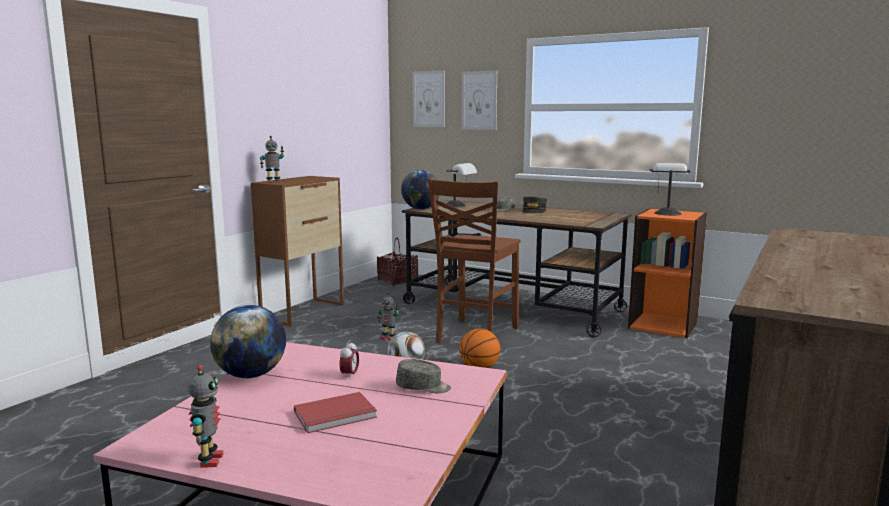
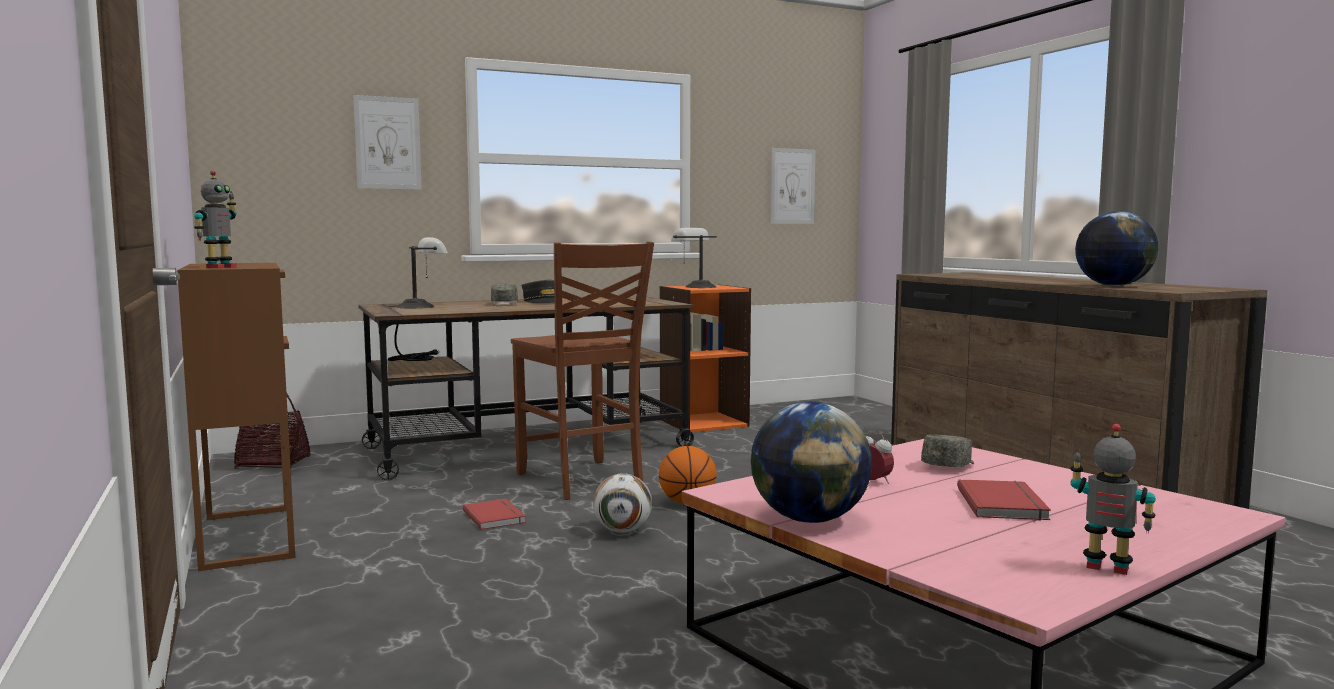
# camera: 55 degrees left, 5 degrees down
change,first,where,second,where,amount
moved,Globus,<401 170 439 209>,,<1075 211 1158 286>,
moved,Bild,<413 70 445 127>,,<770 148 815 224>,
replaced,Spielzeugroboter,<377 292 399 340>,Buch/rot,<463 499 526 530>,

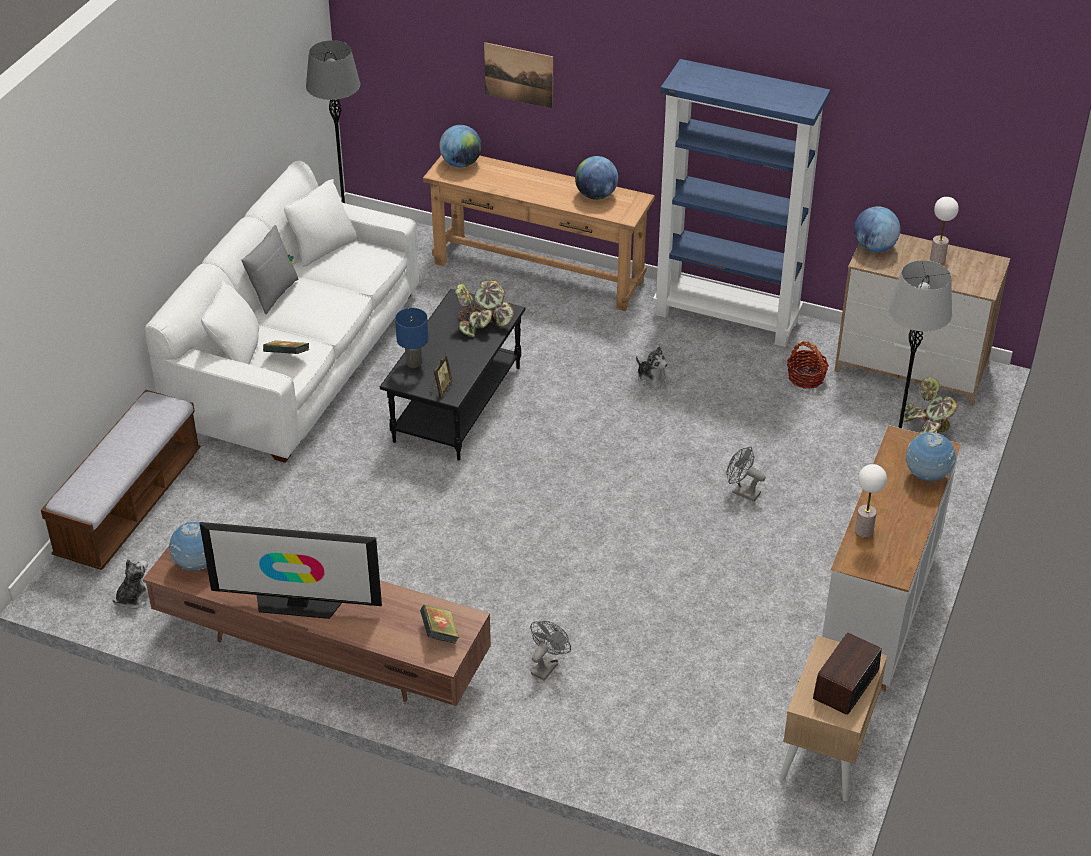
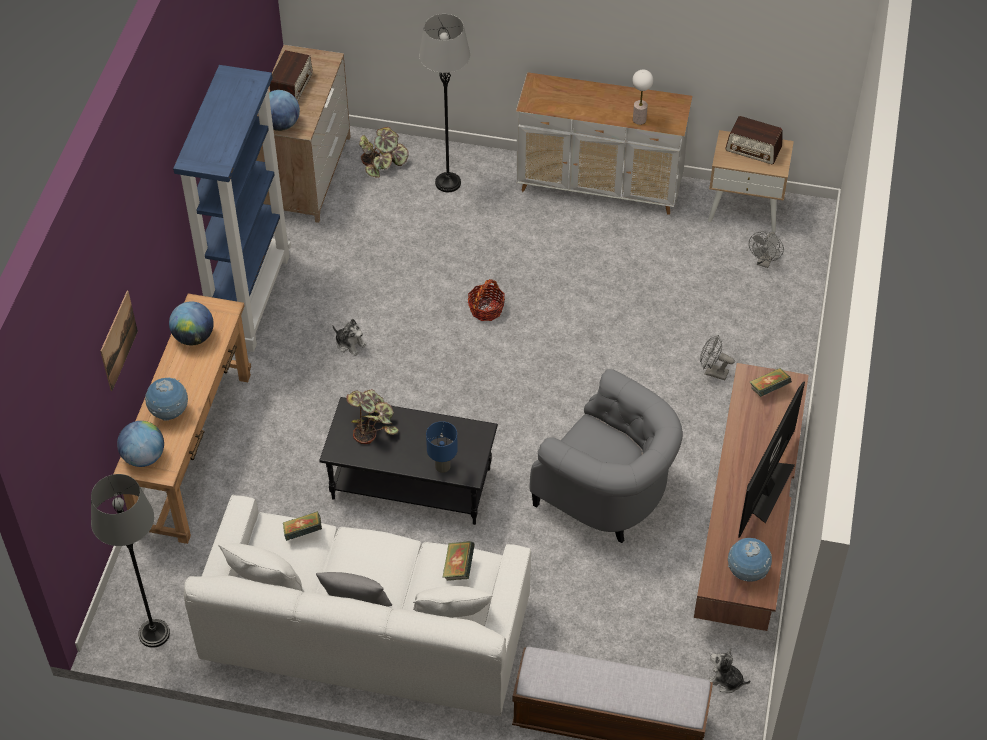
# camera: 100 degrees left, 10 degrees up
change,first,where,second,where,amount
removed,Bilderrahmen,<430 354 453 398>,,,
added,,,Buch,<283 511 322 541>,
added,,,Sessel/grau,<530 369 683 543>,
moved,Ventilator/grau,<726 447 766 502>,,<749 231 784 268>,
moved,Korb,<787 341 829 389>,,<467 279 505 321>,
moved,Globus,<906 432 956 481>,,<145 377 188 421>,
replaced,Tischlampe,<930 197 959 264>,Radio,<270 50 313 101>,
turned,Fernseher,<199 522 382 619>,,<738 381 805 538>,150 degrees counterclockwise
turned,Plüschtier,<636 346 670 390>,,<333 319 367 356>,90 degrees clockwise

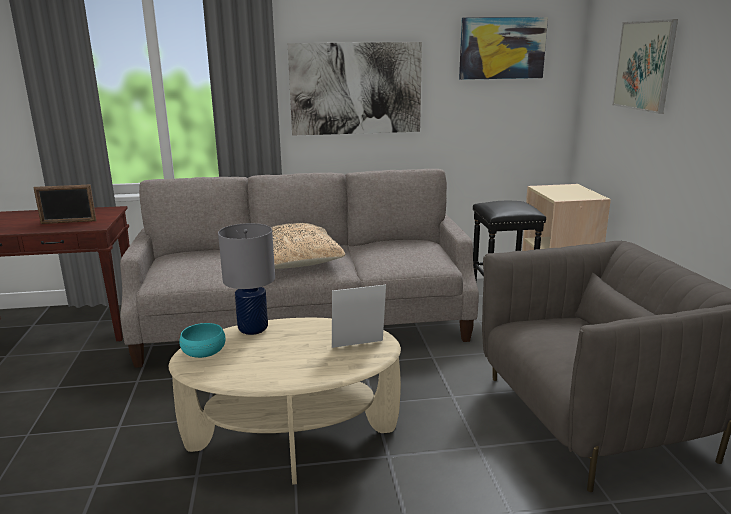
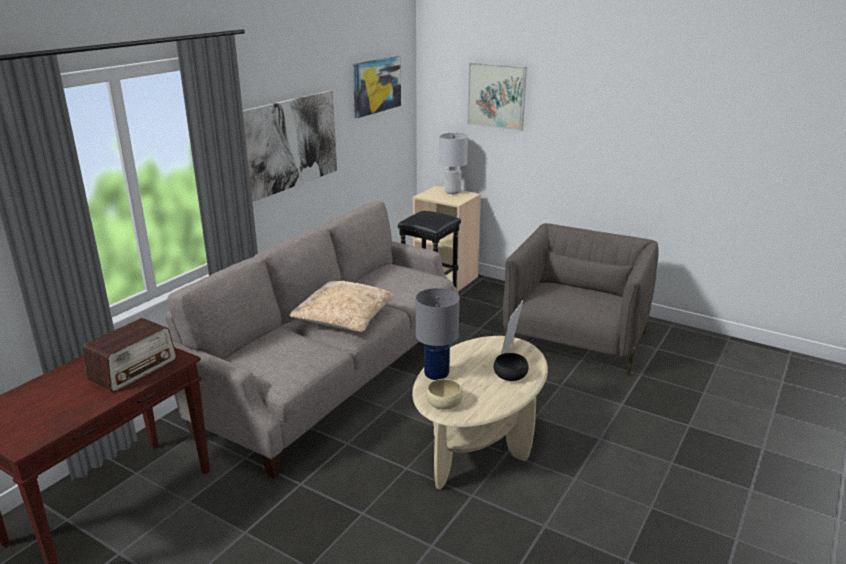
# camera: 50 degrees left, 5 degrees up
change,first,where,second,where,amount
added,,,Tischlampe/grau,<439 133 468 194>,
added,,,Schüssel/schwarz,<494 353 528 381>,
replaced,Bilderrahmen,<33 185 96 224>,Radio,<83 318 176 392>,
recoloured,Schüssel/türkis,<179 323 226 358>,Schüssel/beige,<426 379 463 410>,

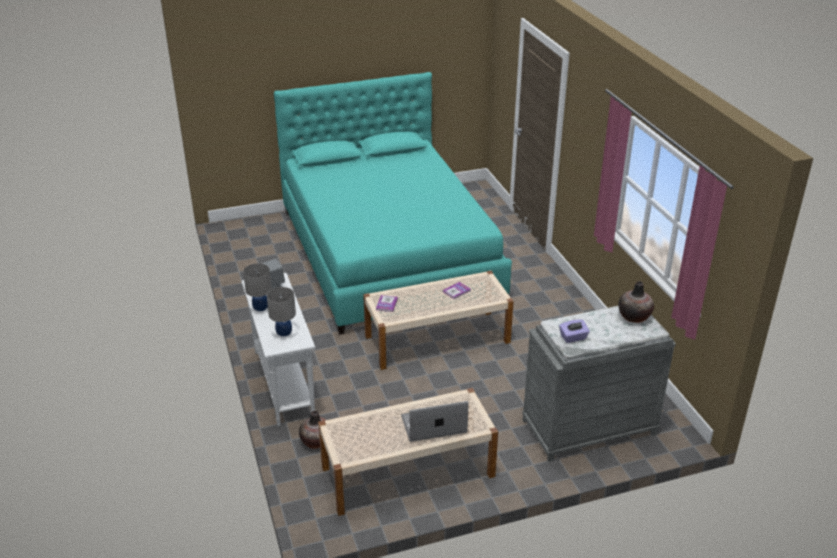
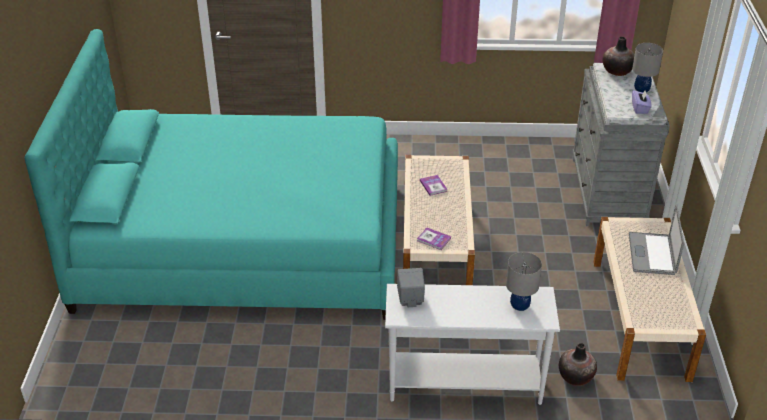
# camera: 70 degrees left, 5 degrees up
change,first,where,second,where,amount
moved,Tischlampe/grau,<243 263 272 311>,,<632 43 663 92>,

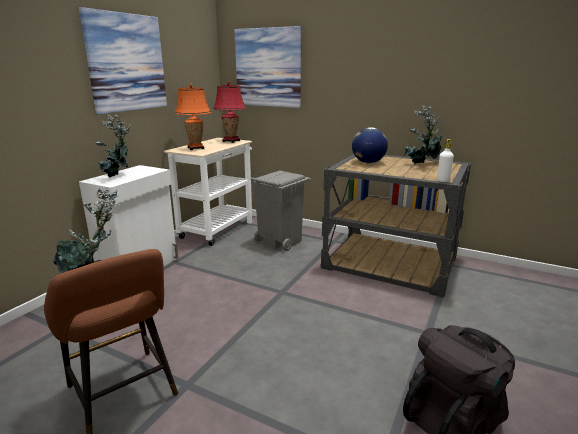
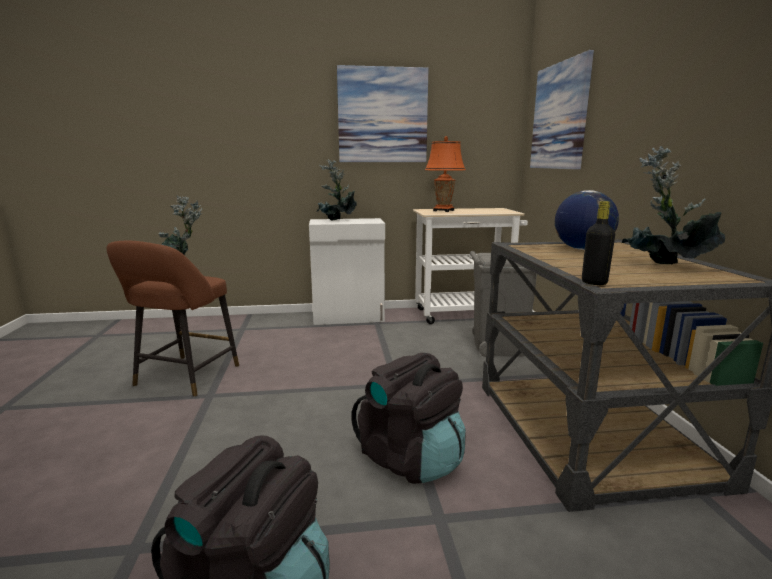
# camera: 55 degrees right, 5 degrees down
change,first,where,second,where,amount
removed,Tischlampe/rot,<213 81 246 143>,,,
added,,,Rucksack/schwarz,<351 353 466 484>,
recoloured,Flasche/weiß,<437 139 454 182>,Flasche/schwarz,<582 201 615 285>,

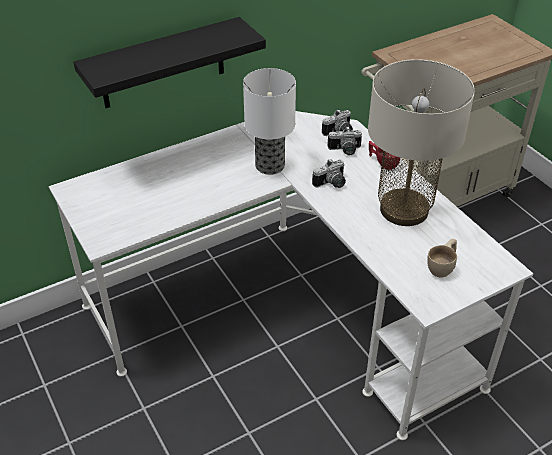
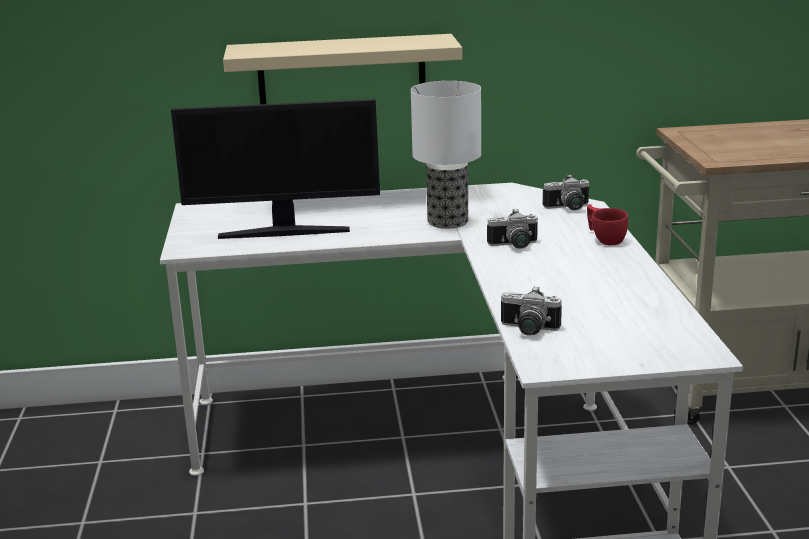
# camera: 25 degrees right, 20 degrees down
change,first,where,second,where,amount
removed,Tischlampe,<368 59 475 226>,,,
removed,Tasse/beige,<427 239 457 278>,,,
added,,,Monitor,<171 99 380 239>,
moved,Kamera,<327 126 362 155>,,<501 286 562 336>,
recoloured,Wandregal/schwarz,<73 17 266 108>,Wandregal/beige,<223 34 462 104>,

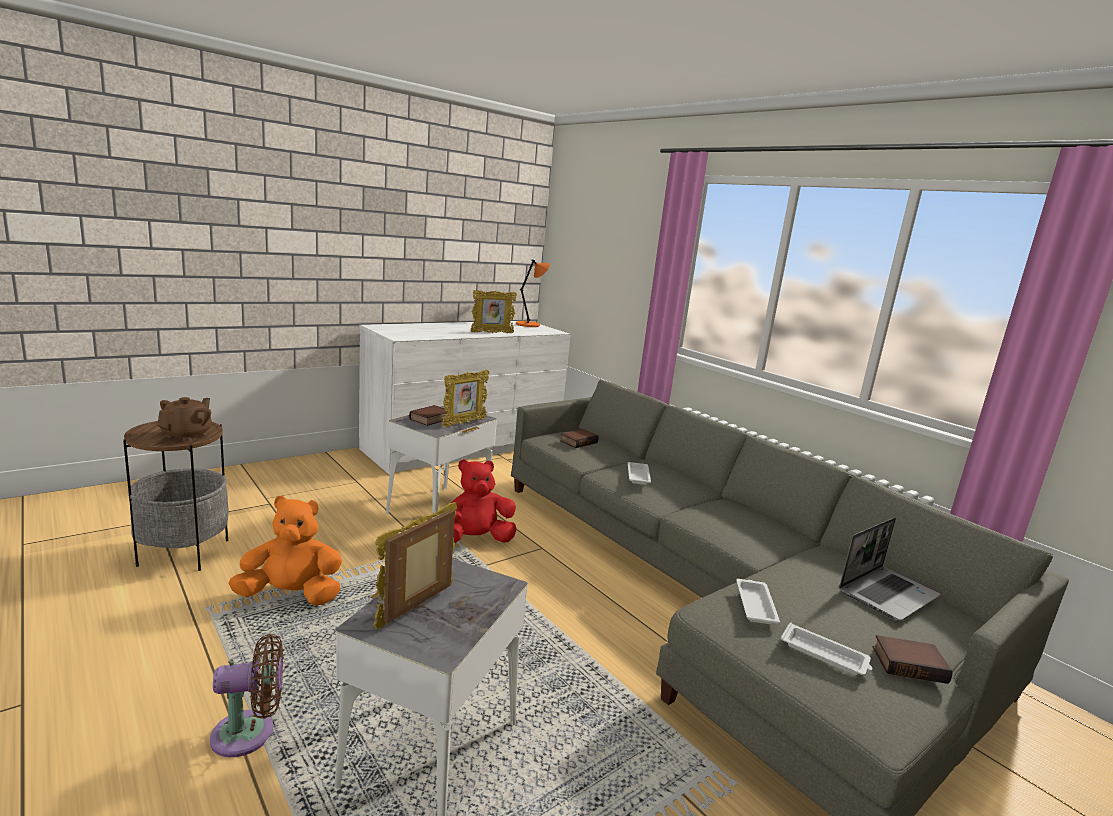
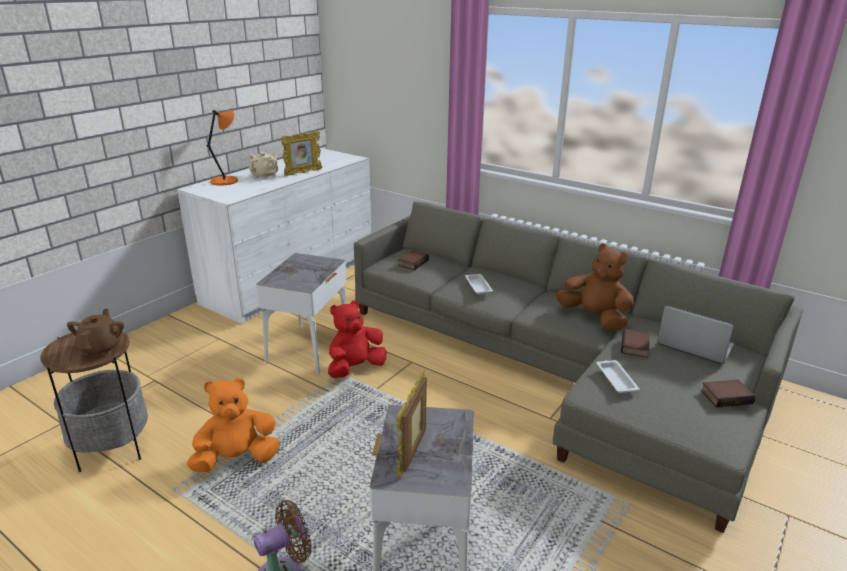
# camera: 15 degrees left, 10 degrees up
change,first,where,second,where,amount
removed,Bilderrahmen,<442 370 490 427>,,,
removed,Tablett/weiß,<781 623 873 675>,,,
added,,,Teekanne/beige,<249 152 278 179>,
added,,,Plüschtier/braun,<556 244 634 330>,
moved,Buch,<409 405 445 426>,,<621 329 650 358>,
moved,Tischlampe/orange,<516 260 550 327>,,<206 110 238 185>,
turned,Laptop,<839 517 941 621>,,<657 305 734 364>,90 degrees counterclockwise

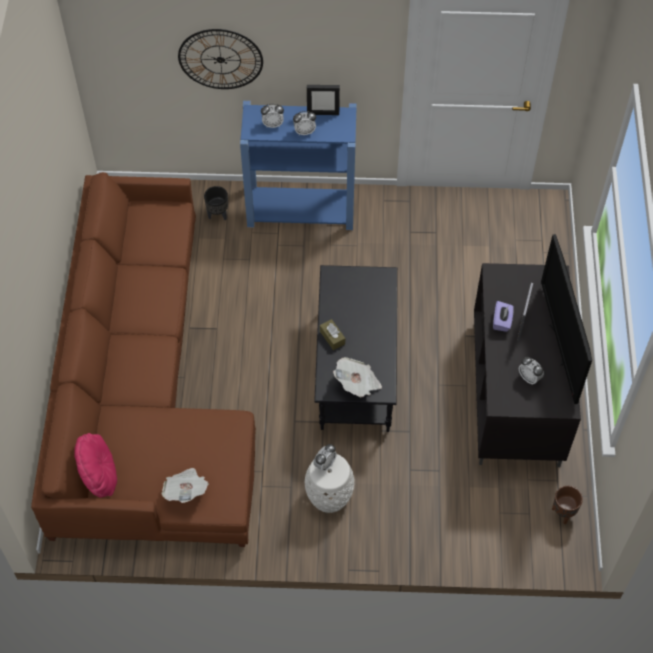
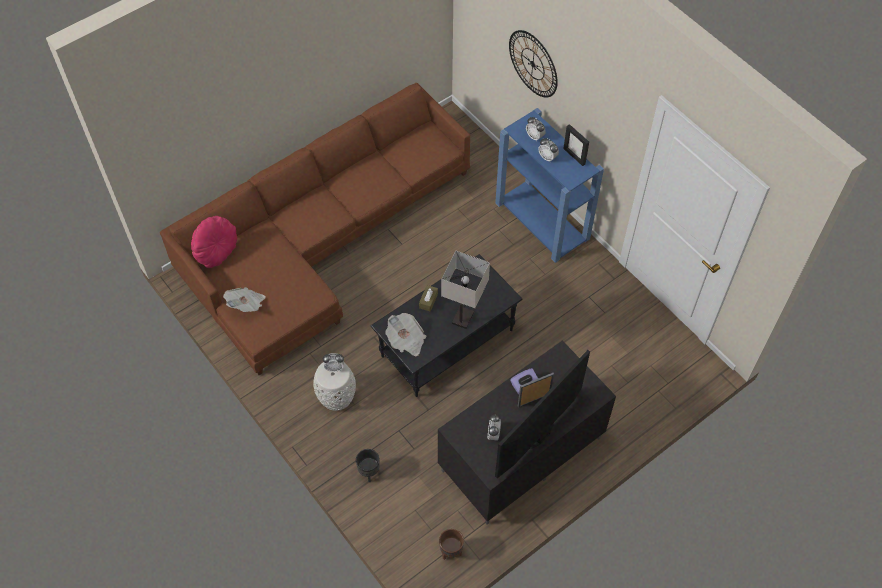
# camera: 50 degrees right, 0 degrees up
change,first,where,second,where,amount
added,,,Tischlampe,<441 251 490 329>,
moved,Pflanzkübel/schwarz,<204 186 228 221>,,<356 449 380 482>,

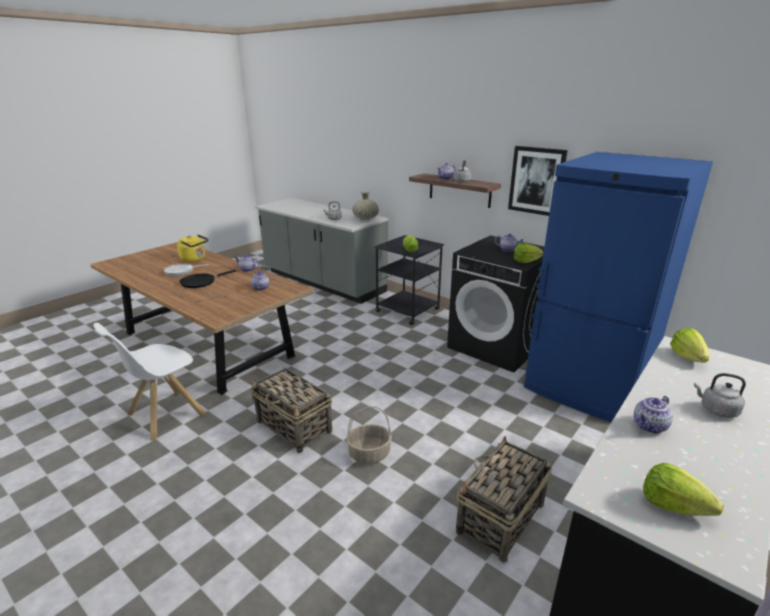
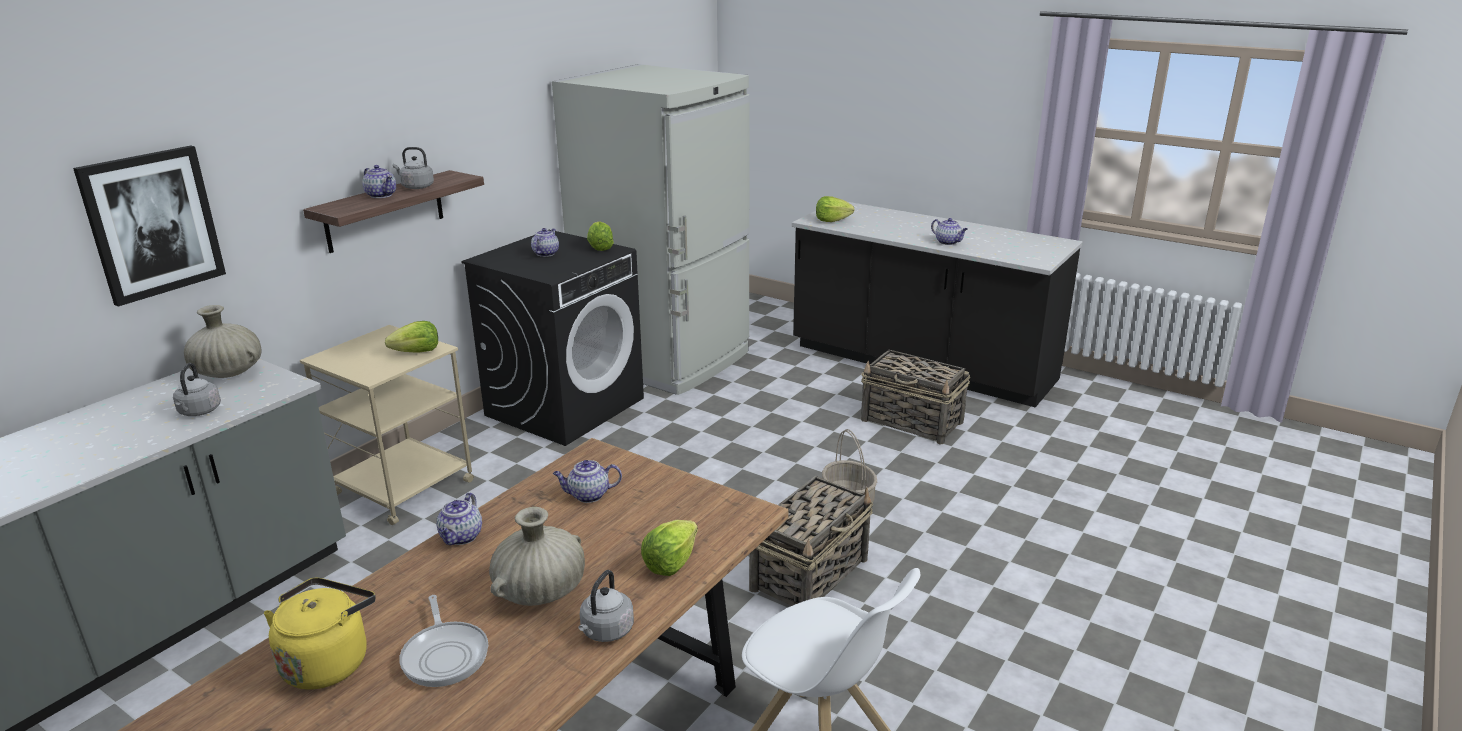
# camera: 95 degrees left, 0 degrees up
change,first,where,second,where,amount
moved,Bild,<508 146 568 216>,,<73 146 226 307>,
moved,Salatkopf,<643 463 724 516>,,<641 520 698 576>,
moved,Wasserkessel/grau,<694 373 746 418>,,<578 570 634 642>,
replaced,Pfanne/schwarz,<179 270 236 288>,Vase/beige,<489 507 585 606>,
recoloured,Rollwagen/schwarz,<374 235 444 325>,Rollwagen/beige,<300 325 474 525>,
recoloured,Kühlschrank/blau,<524 152 713 422>,Kühlschrank/weiß,<552 64 750 395>,

